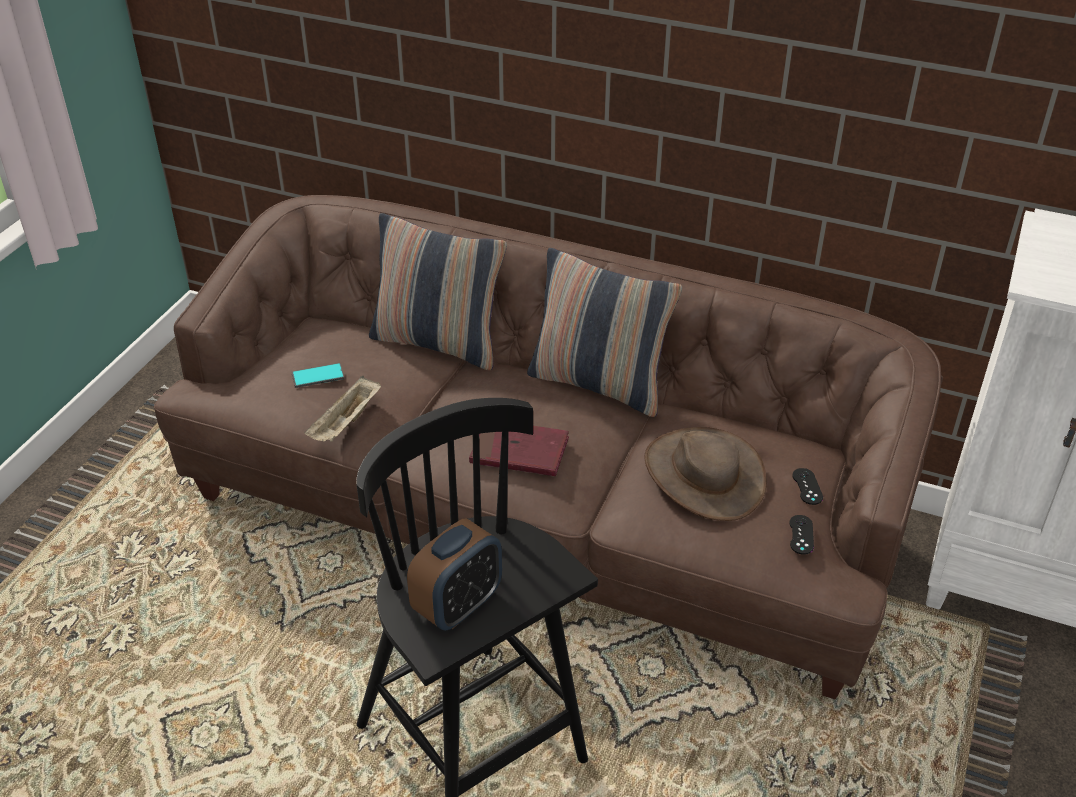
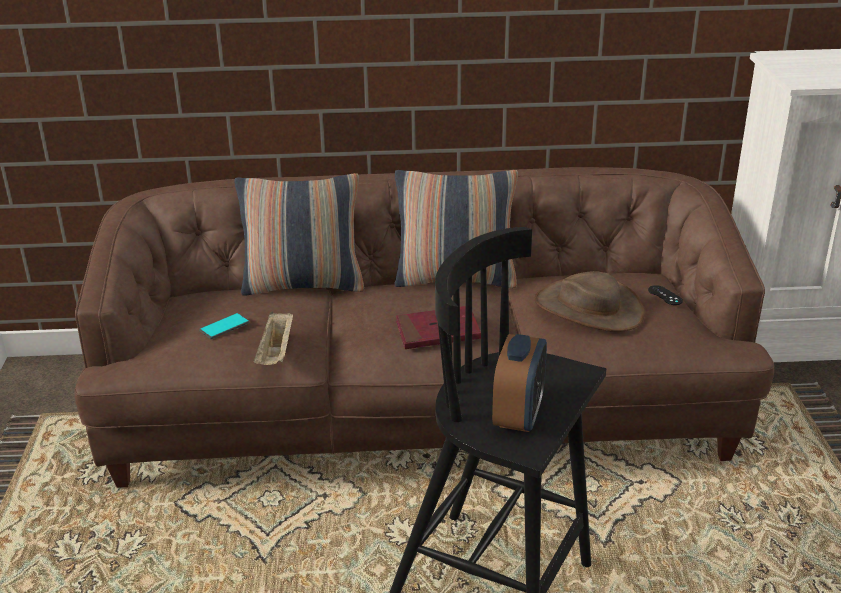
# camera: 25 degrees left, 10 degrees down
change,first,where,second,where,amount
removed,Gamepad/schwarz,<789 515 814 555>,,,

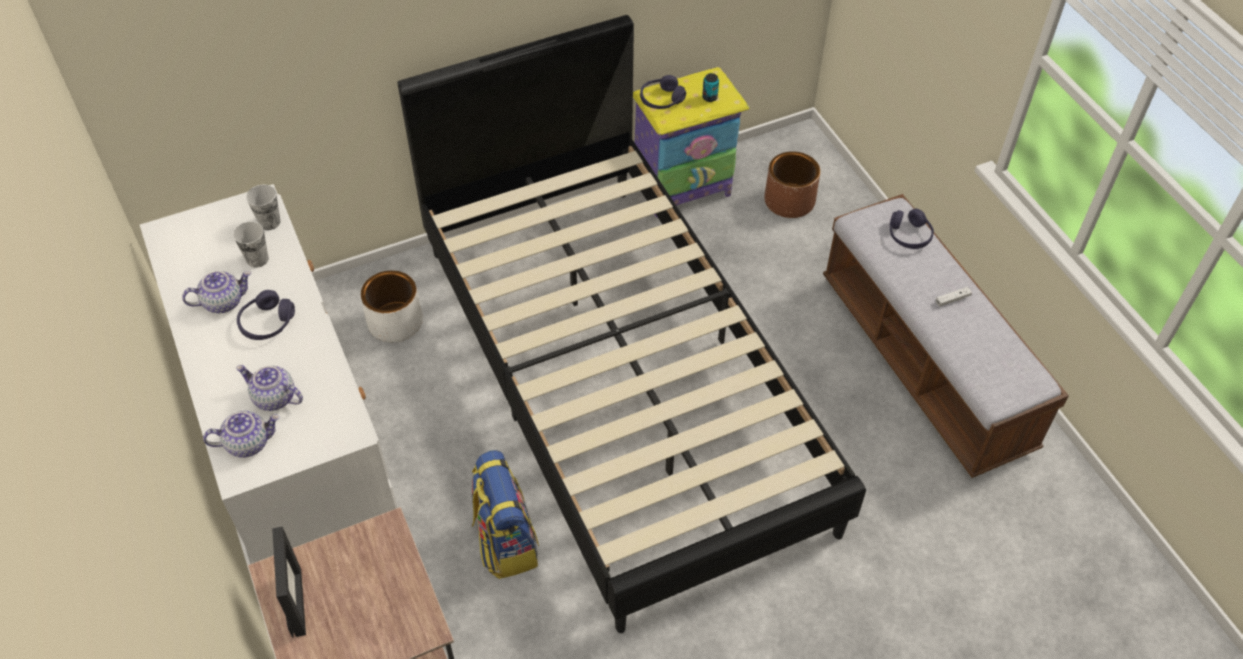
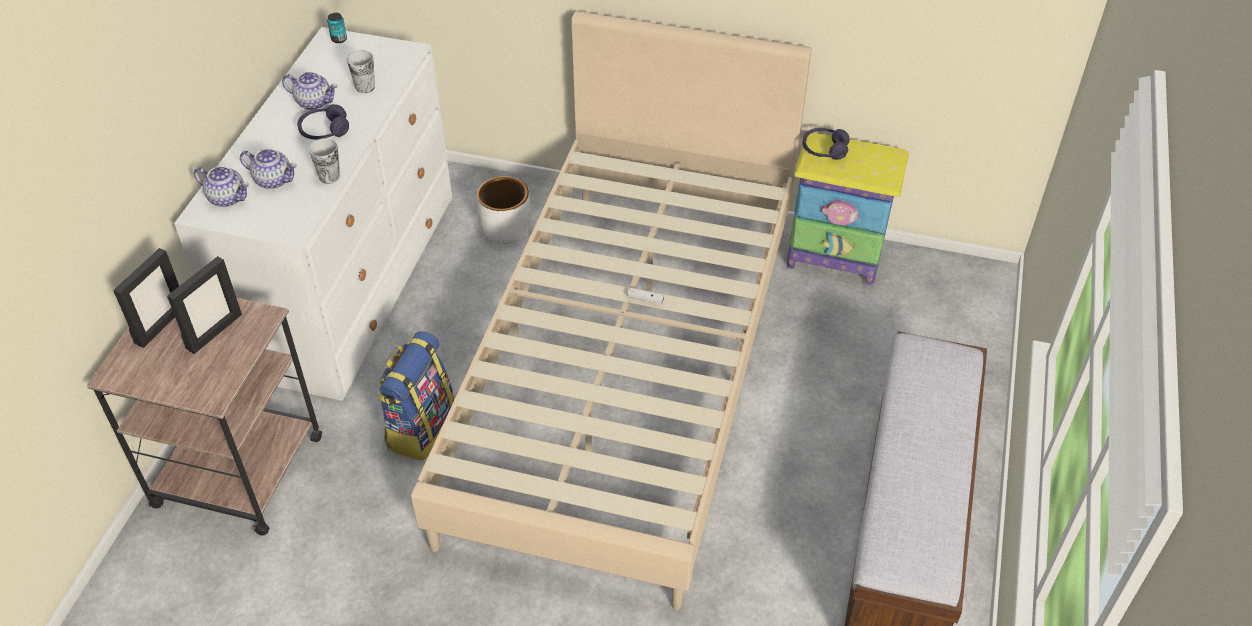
# camera: 40 degrees right, 5 degrees down
change,first,where,second,where,amount
removed,Pflanzkübel/braun,<764 151 820 218>,,,
removed,Kopfhörer/lila,<890 208 934 249>,,,
added,,,Bilderrahmen,<167 256 242 354>,
moved,Tasse,<246 184 281 230>,,<308 138 340 184>,
moved,Dose,<702 73 719 102>,,<327 13 347 43>,
moved,Gamepad/weiß,<936 287 972 307>,,<627 288 664 304>,
recoloured,Bett/schwarz,<397 15 866 633>,Bett/beige,<411 11 812 610>,
turned,Teekanne,<236 365 303 411>,,<240 149 297 189>,135 degrees clockwise

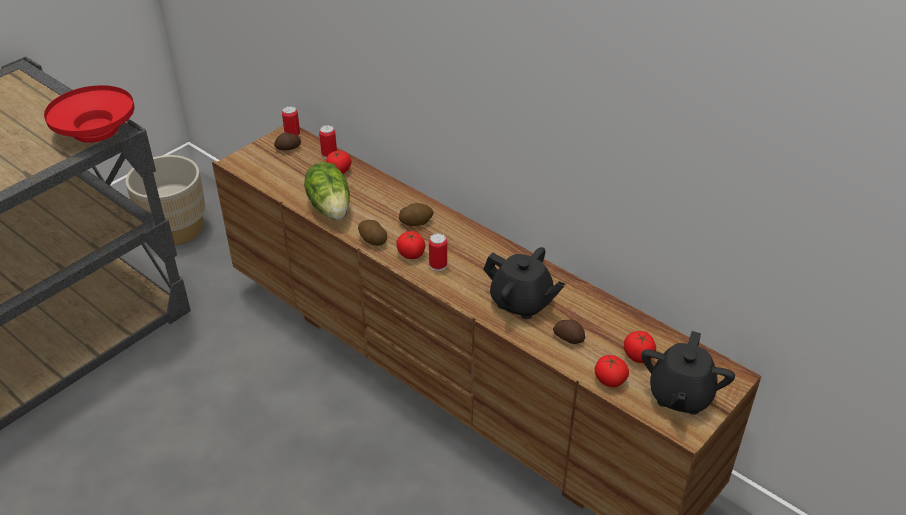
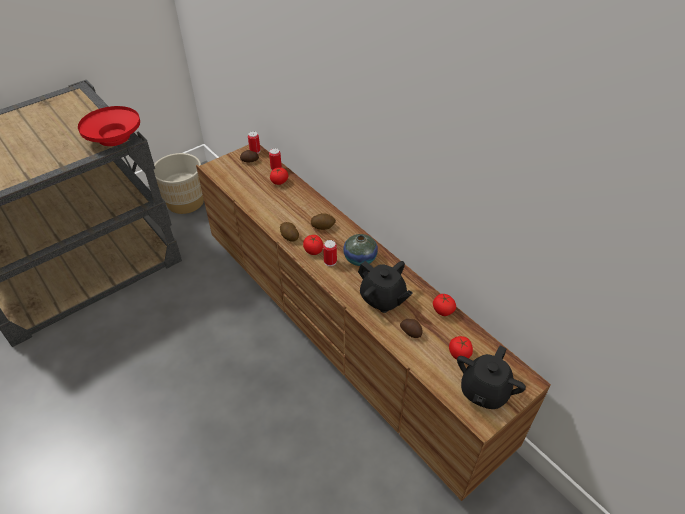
# camera: 10 degrees right, 5 degrees up
change,first,where,second,where,amount
removed,Salatkopf,<304 162 350 220>,,,
added,,,Vase,<343 234 378 266>,
moved,Tomate,<595 355 629 387>,,<433 294 456 316>,

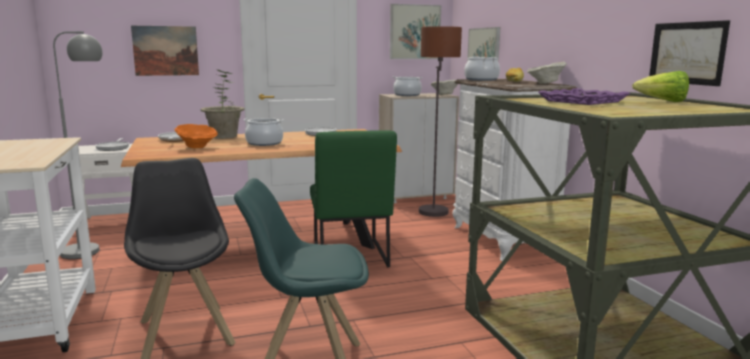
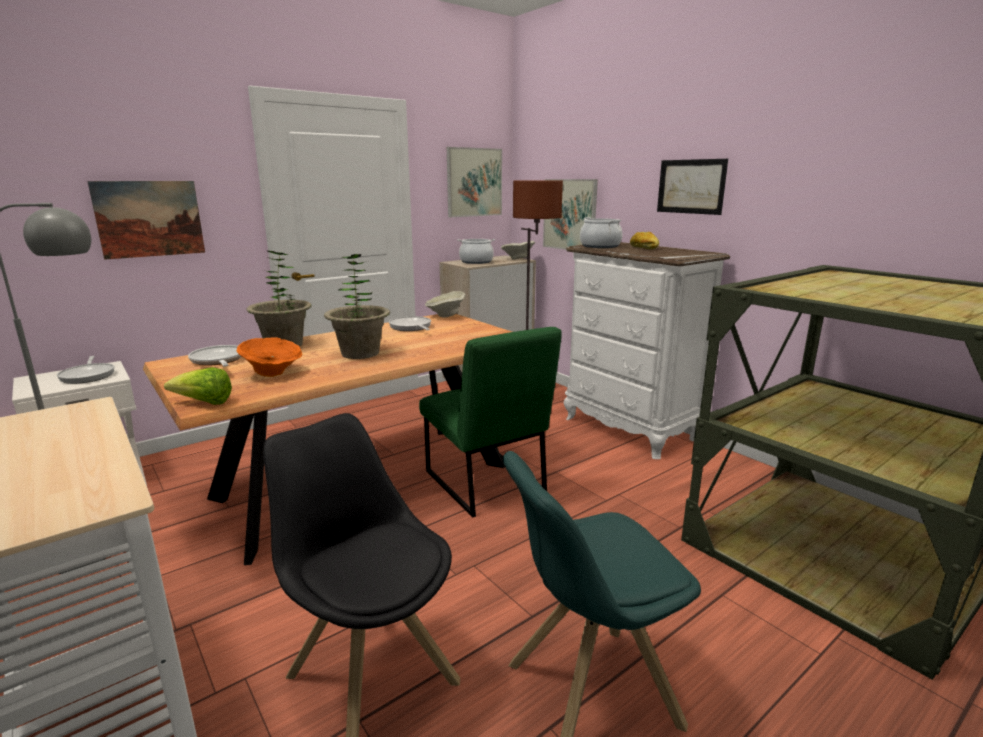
# camera: 20 degrees left, 5 degrees up
change,first,where,second,where,amount
removed,Tablett/lila,<538 88 630 105>,,,
moved,Schüssel/beige,<527 62 567 84>,,<425 291 465 318>,
moved,Salatkopf,<632 71 689 102>,,<164 367 232 405>,
moved,Bild,<649 20 730 86>,,<657 159 728 215>,
replaced,Kochtopf,<243 118 284 146>,Topfpflanze,<324 254 390 359>,

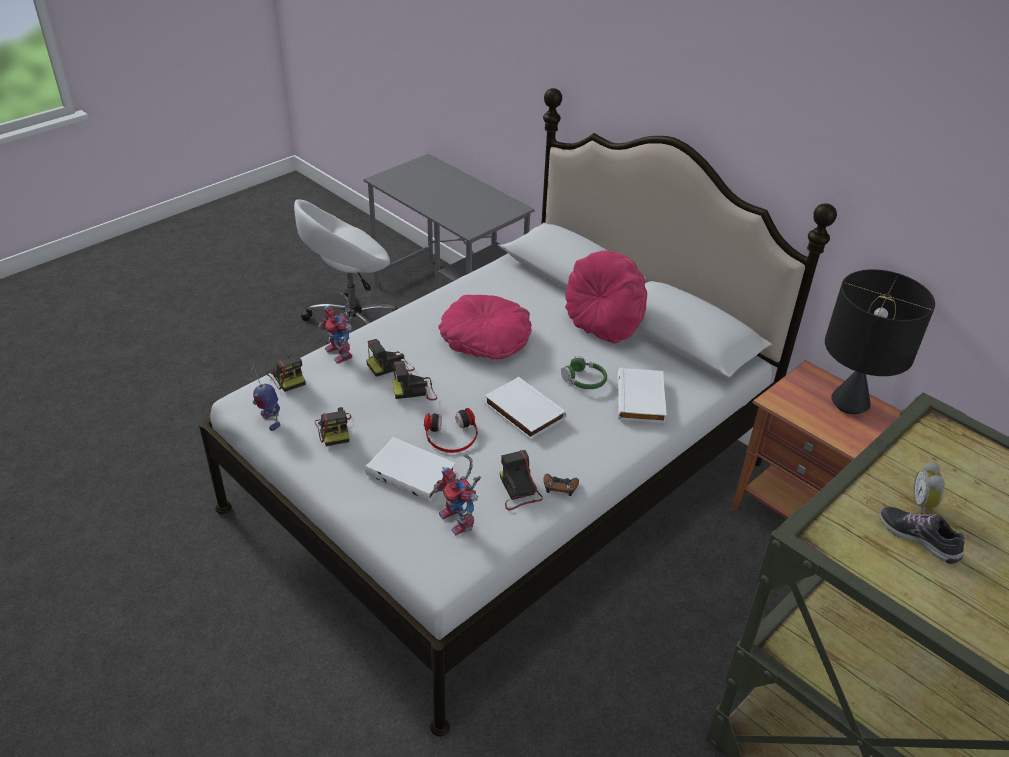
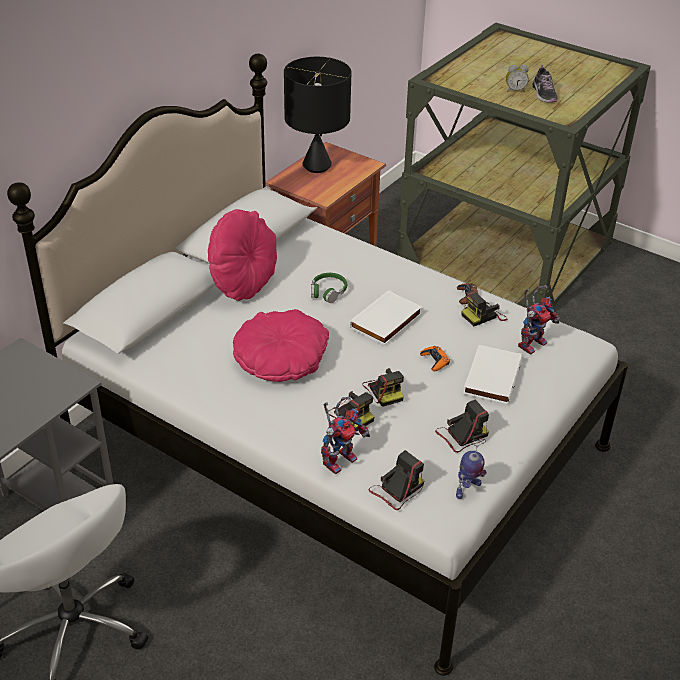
# camera: 100 degrees left, 0 degrees up
change,first,where,second,where,amount
removed,Buch/weiß,<617 367 667 423>,,,
replaced,Kopfhörer,<424 408 478 453>,Gamepad/orange,<420 346 450 371>,
turned,Schuh,<879 507 967 564>,,<533 65 558 103>,45 degrees counterclockwise

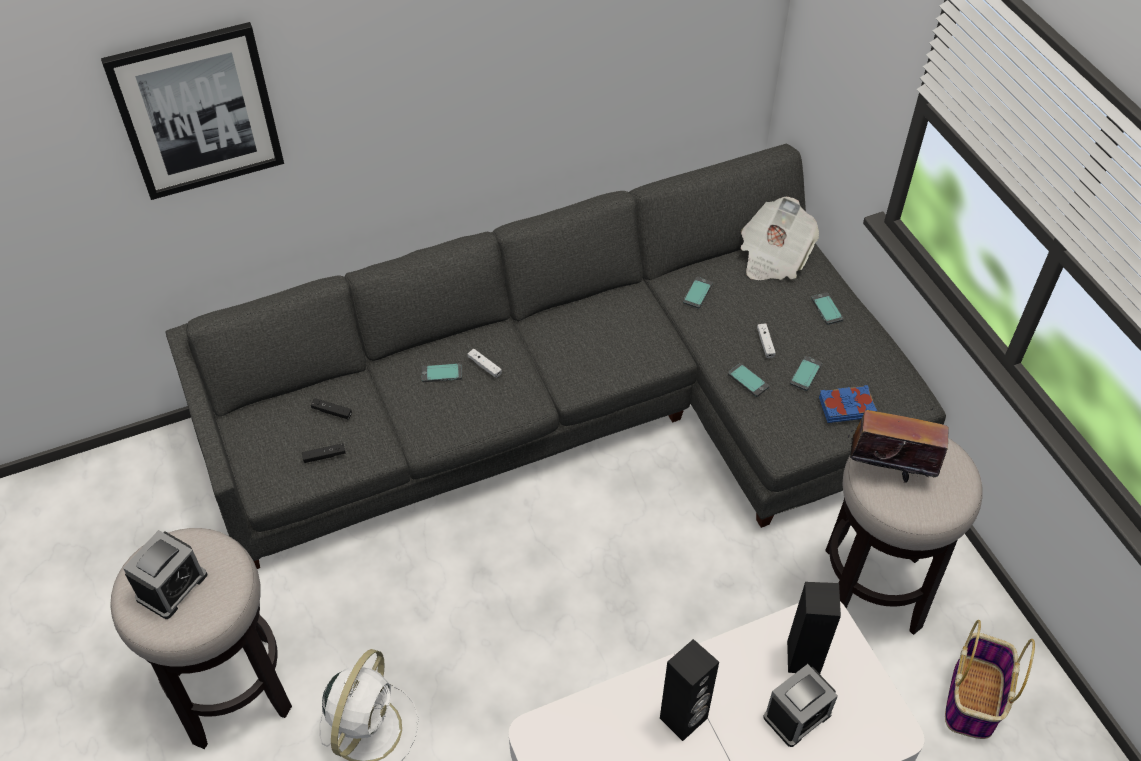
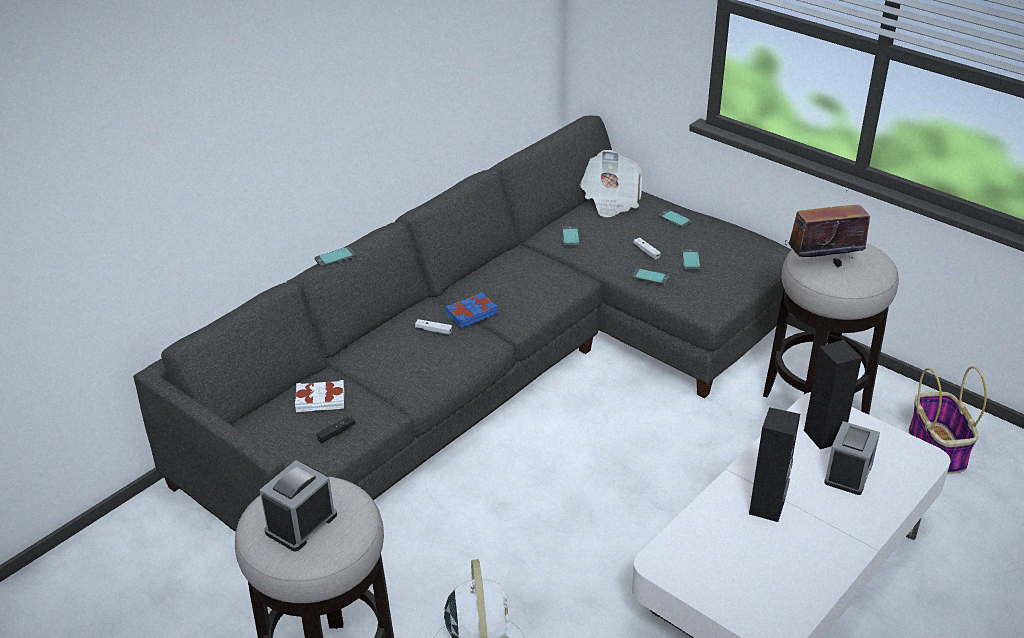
# camera: 25 degrees left, 15 degrees down
change,first,where,second,where,amount
removed,Bild,<101 22 284 200>,,,
moved,Handy,<421 363 462 382>,,<315 247 355 267>,
moved,Buch/blau,<819 385 877 423>,,<445 292 497 328>,
replaced,Gamepad/schwarz,<311 398 352 419>,Buch/weiß,<295 380 344 412>,
turned,Wecker,<123 530 207 619>,,<260 460 337 551>,150 degrees counterclockwise

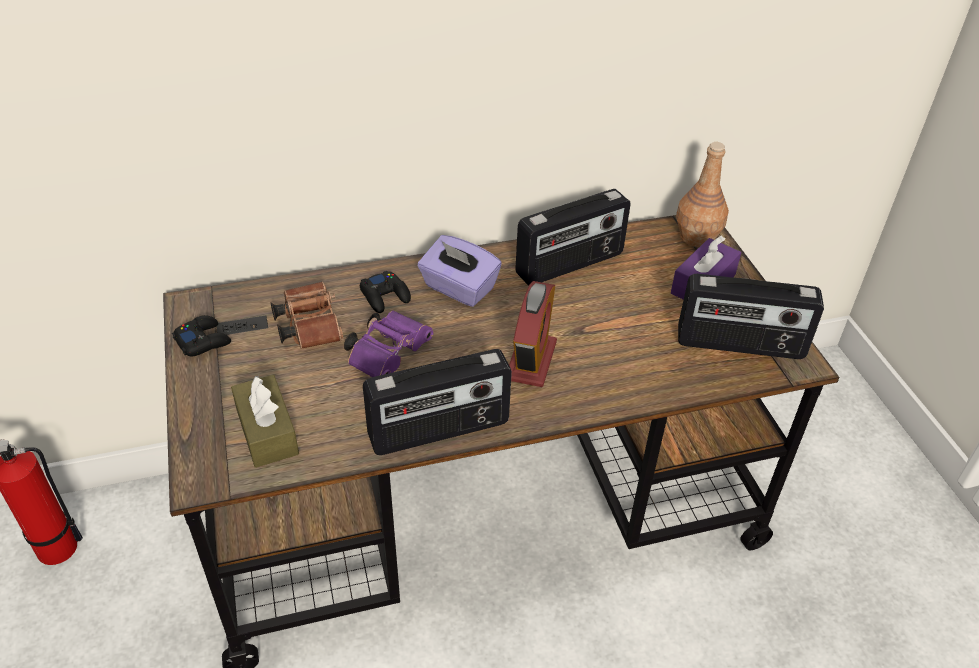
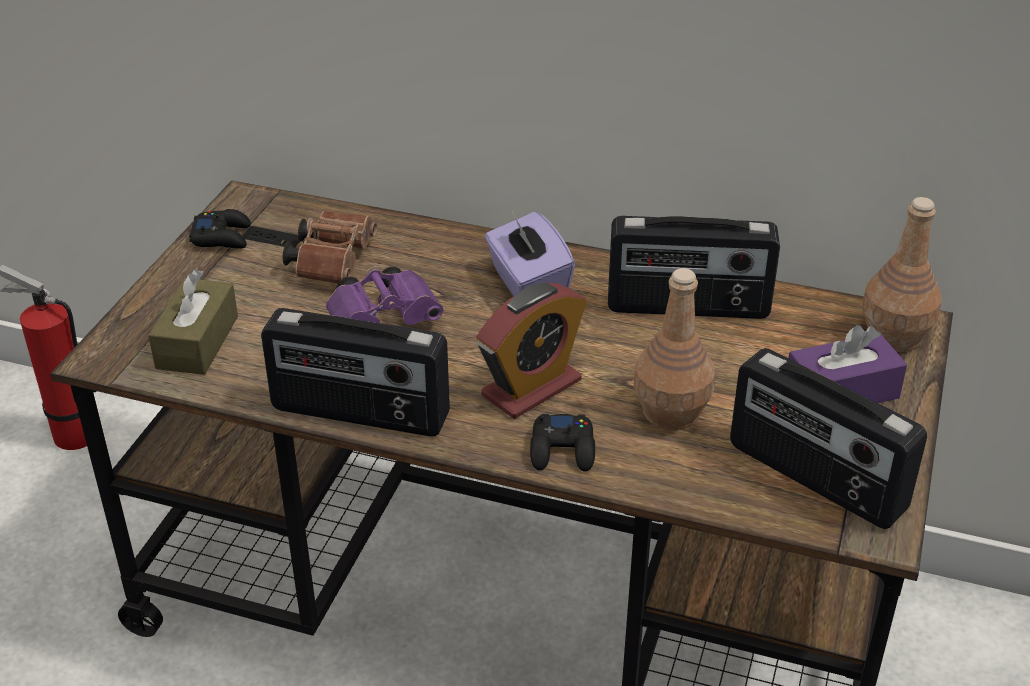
# camera: 35 degrees right, 5 degrees down
change,first,where,second,where,amount
added,,,Flasche/braun,<634 268 715 430>,
moved,Gamepad/schwarz,<360 271 411 313>,,<530 414 595 472>,

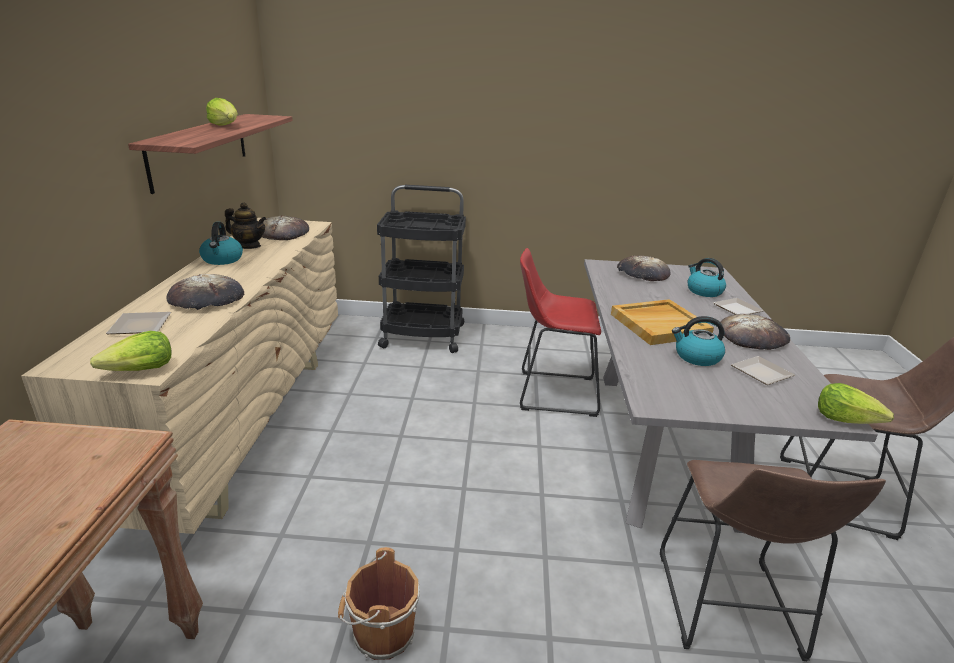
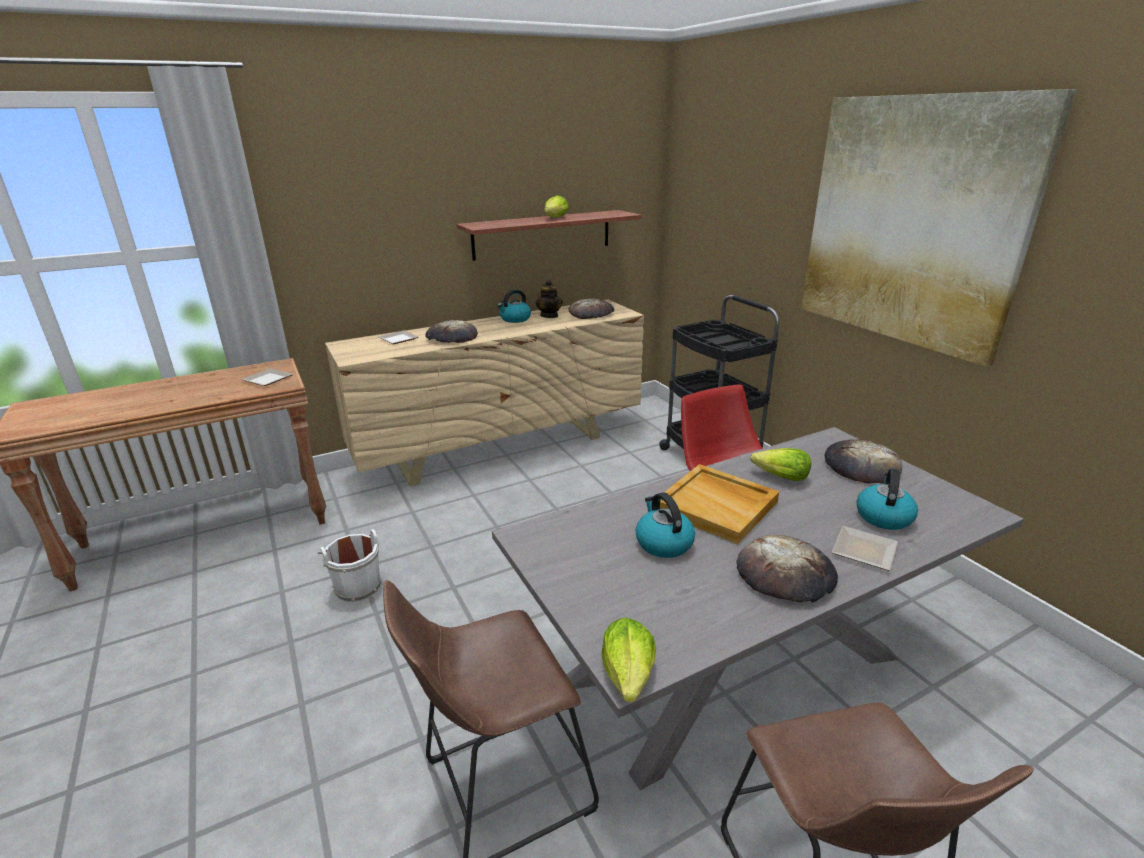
# camera: 60 degrees right, 0 degrees up
change,first,where,second,where,amount
added,,,Bild,<801 89 1076 367>,
moved,Salatkopf,<90 331 171 371>,,<750 448 811 481>,
moved,Teller,<731 356 795 385>,,<241 368 293 386>,
recoloured,Eimer/braun,<338 547 420 660>,Eimer/weiß,<318 529 380 602>,

